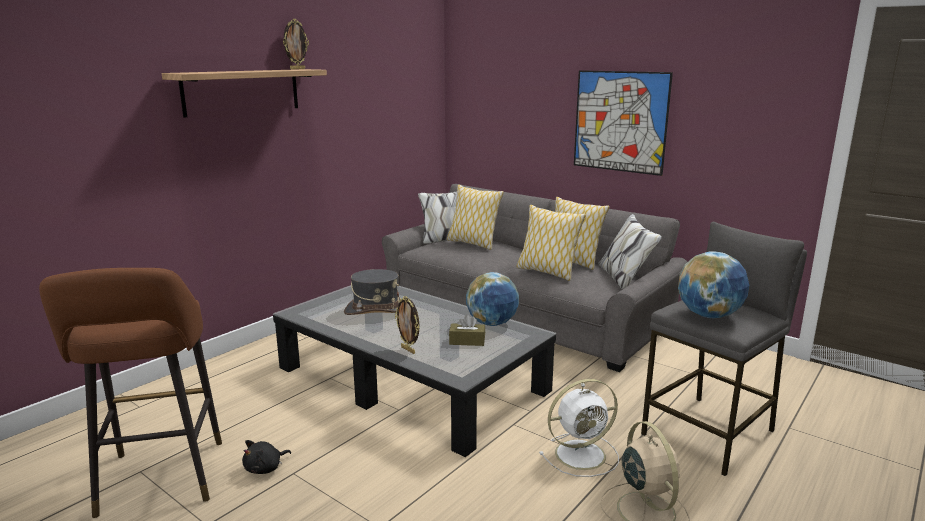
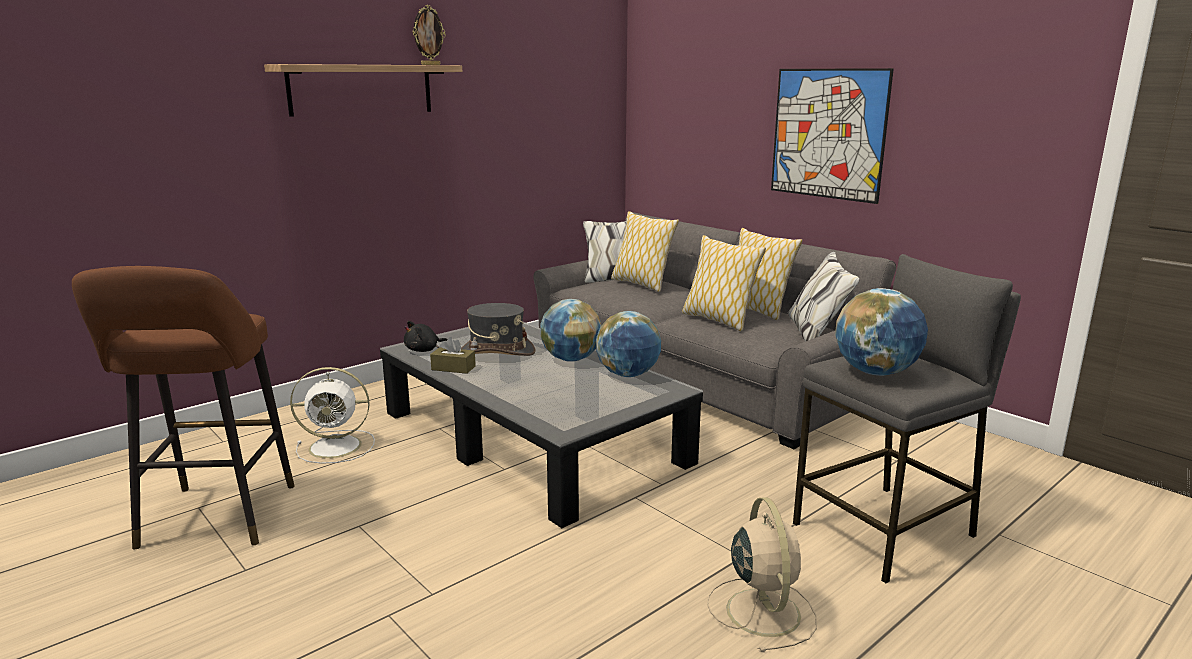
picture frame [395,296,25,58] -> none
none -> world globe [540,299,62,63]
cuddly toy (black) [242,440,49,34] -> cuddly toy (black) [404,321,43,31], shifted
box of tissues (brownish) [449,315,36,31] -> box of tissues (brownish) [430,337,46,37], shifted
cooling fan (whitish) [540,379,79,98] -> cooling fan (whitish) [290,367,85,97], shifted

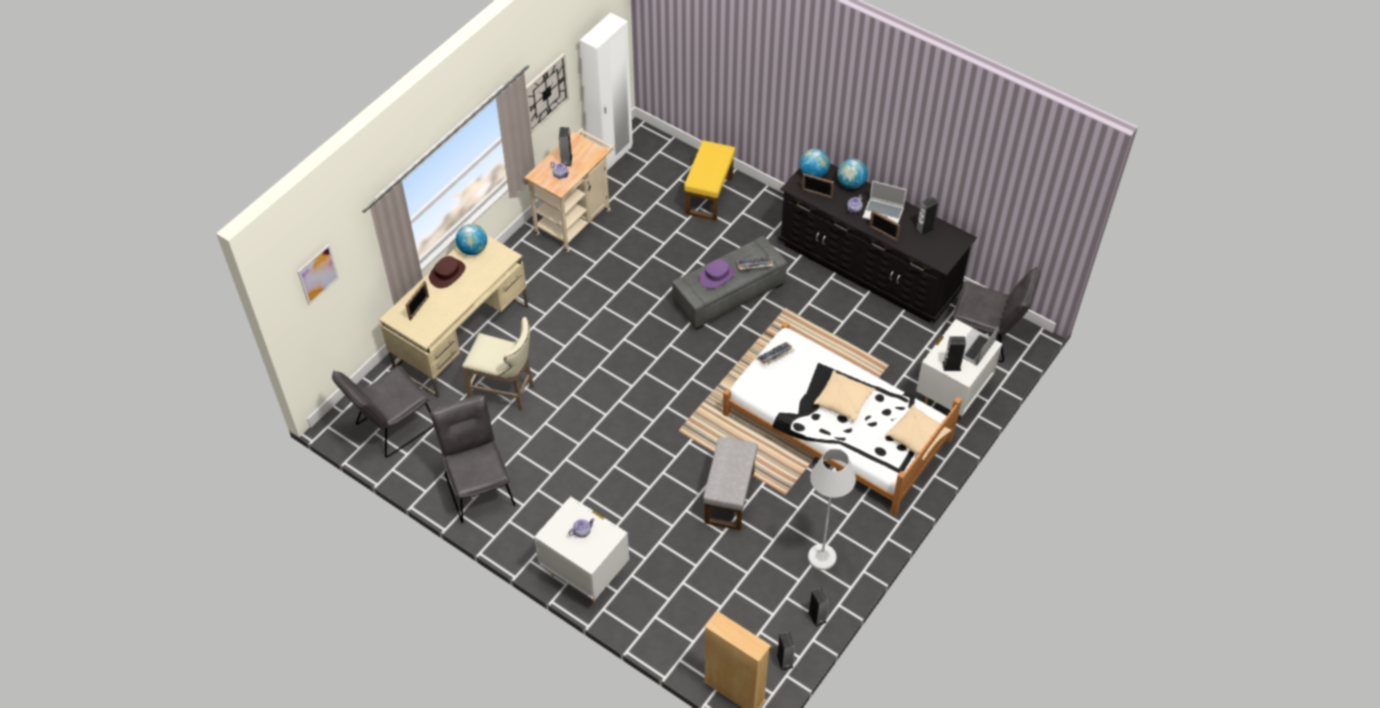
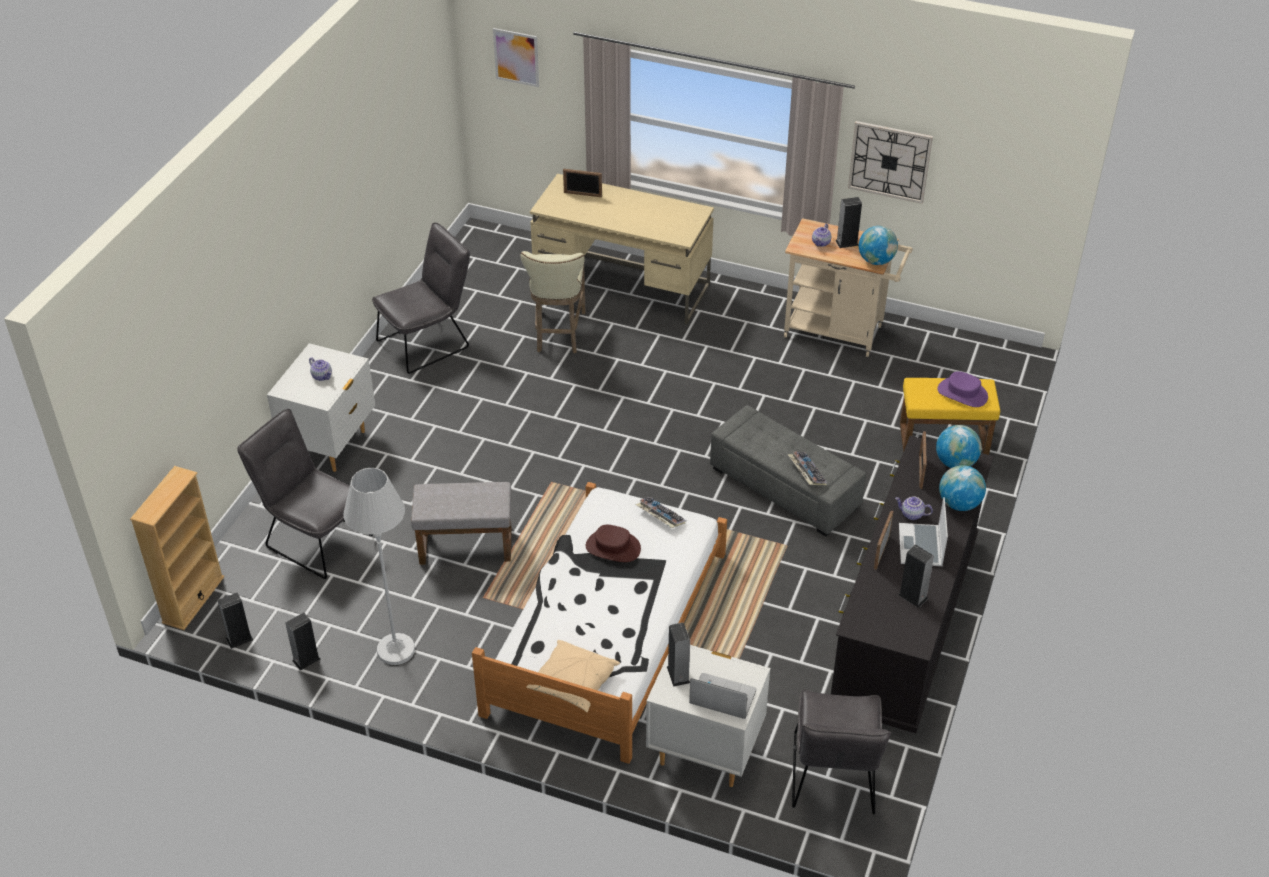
clothes cupboard (whitish) [580,12,53,159] -> none
throw pillow (sand-coloured) [814,370,61,52] -> none
chair (grey) [332,366,102,91] -> chair (grey) [237,409,136,170], shifted
hat (brownish) [429,256,36,32] -> hat (brownish) [586,525,55,37], shifted
world globe [456,224,31,31] -> world globe [859,226,39,39], shifted
hat (purple) [699,259,36,30] -> hat (purple) [937,371,51,36], shifted

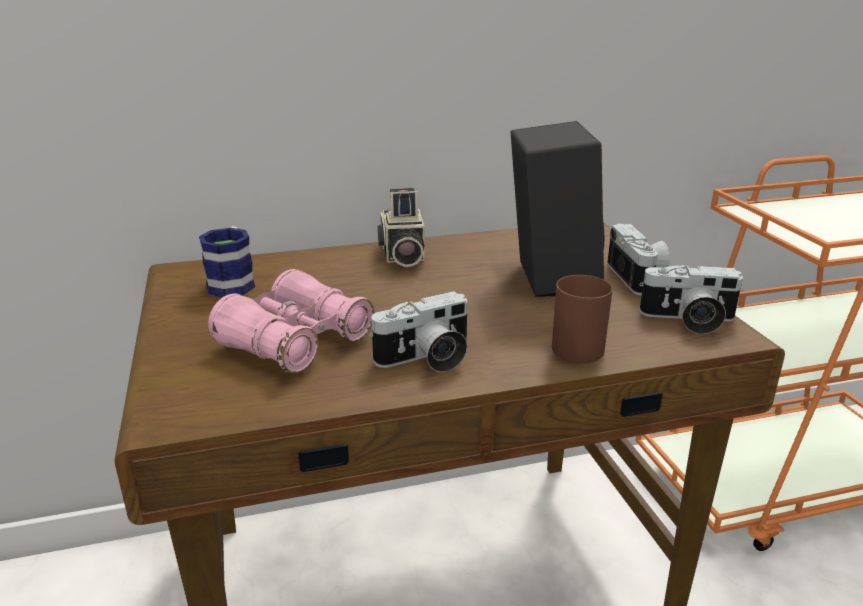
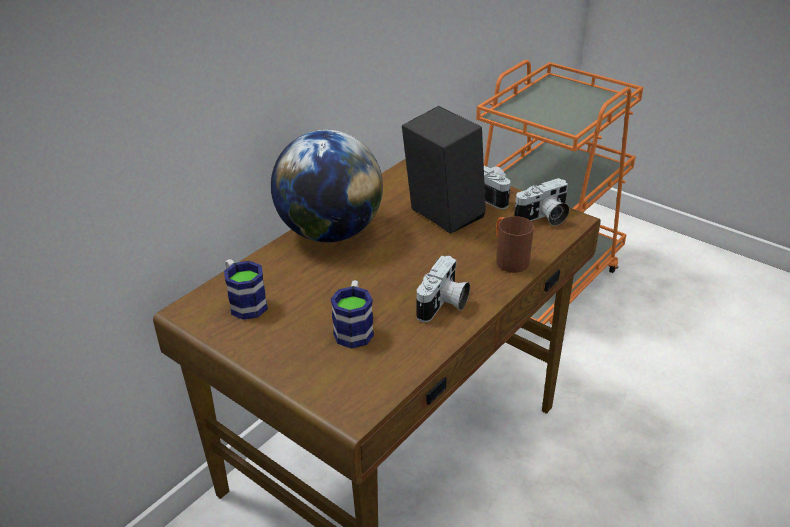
pair of binoculars (pink-coloured) [208,269,166,104] -> mug [331,280,43,69]
still camera [377,188,48,79] -> world globe [271,130,112,112]

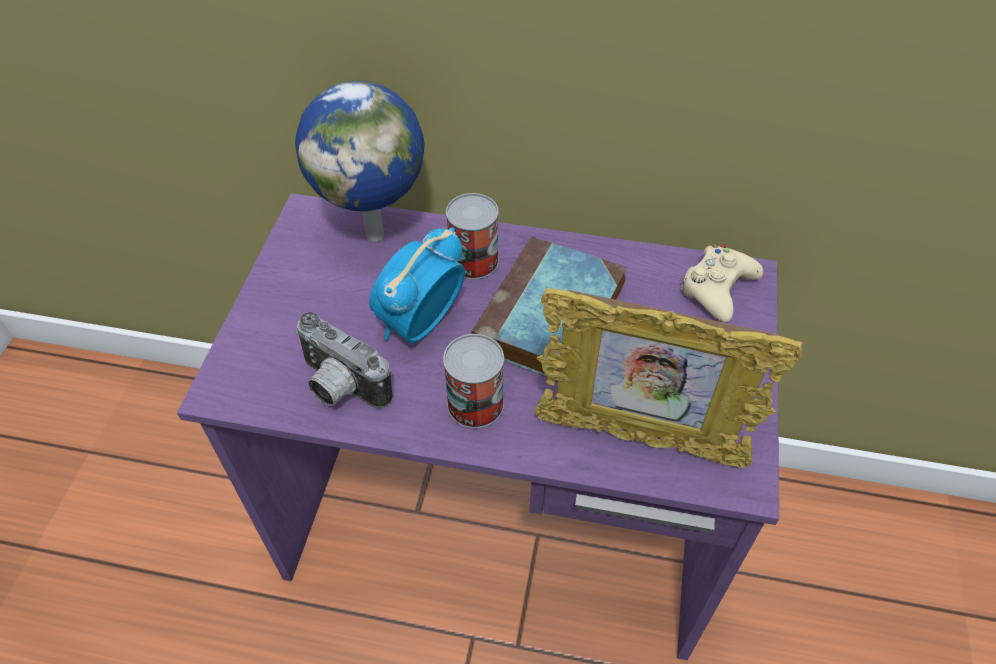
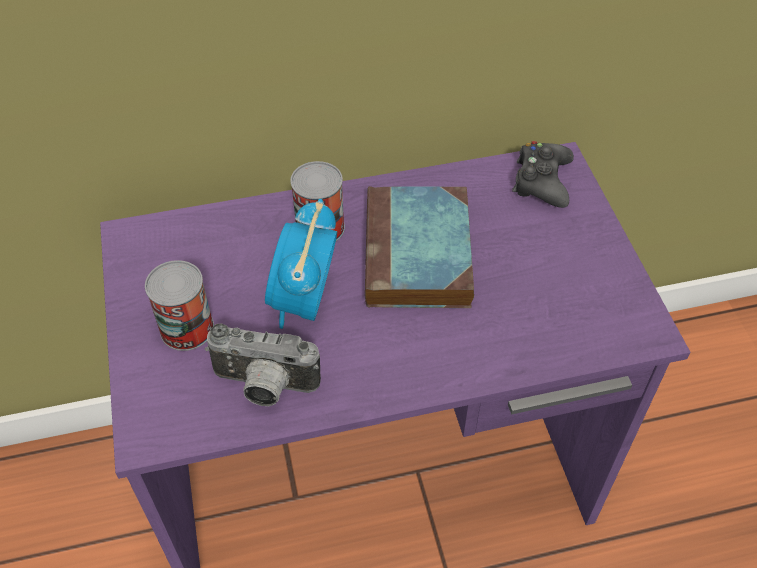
world globe [295,81,129,161] -> none
picture frame [535,288,268,180] -> none
sealed can [443,334,61,95] -> sealed can [145,260,69,91], shifted
gamepad (sand-coloured) [680,244,83,78] -> gamepad (black) [512,141,62,67]

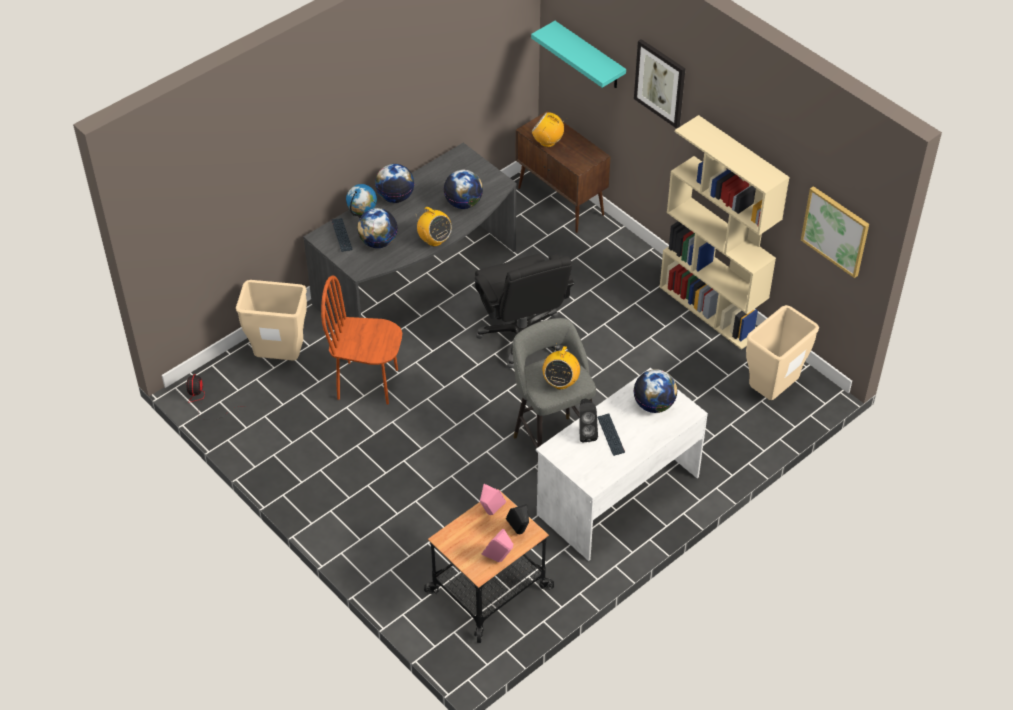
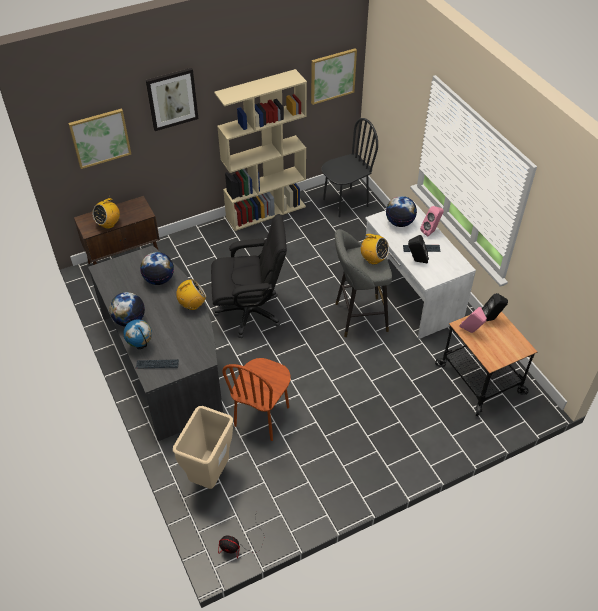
world globe [357,208,41,40] -> none
loudspeaker (pink-coloured) [482,529,32,33] -> loudspeaker (pink-coloured) [420,206,24,30], shifted
shelf (turquoise) [531,21,95,67] -> wall picture [68,109,63,60]
trash can (sand-coloured) [746,305,73,95] -> chair (black) [322,118,56,99]

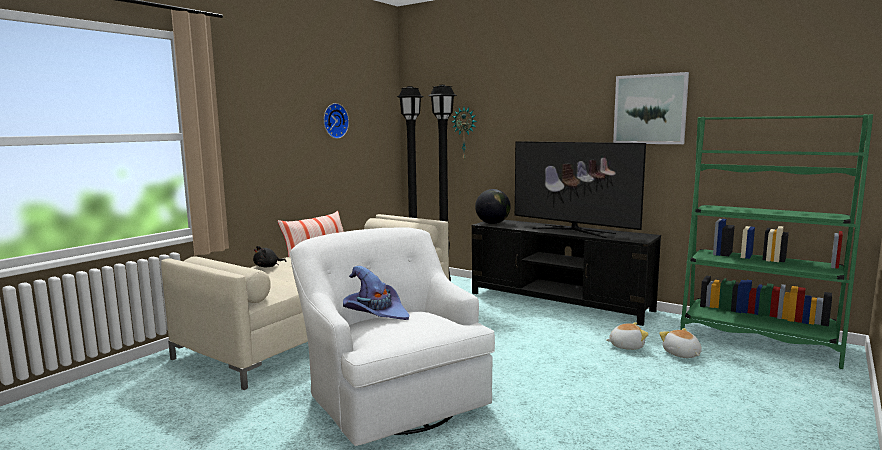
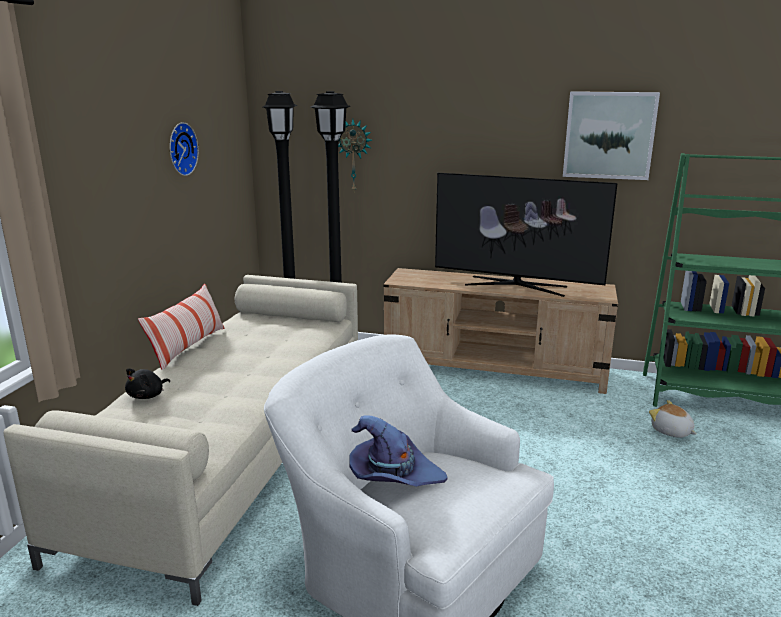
world globe [475,189,35,35] -> none
cuddly toy [606,322,43,28] -> none
tv stand (black) [472,220,189,106] -> tv stand (sand-coloured) [383,268,235,126]

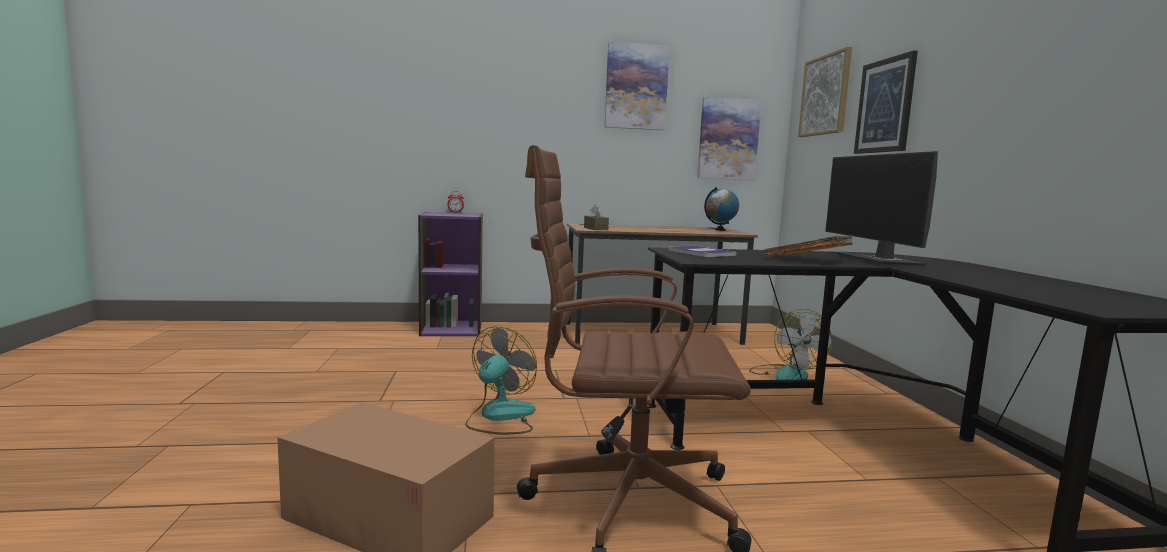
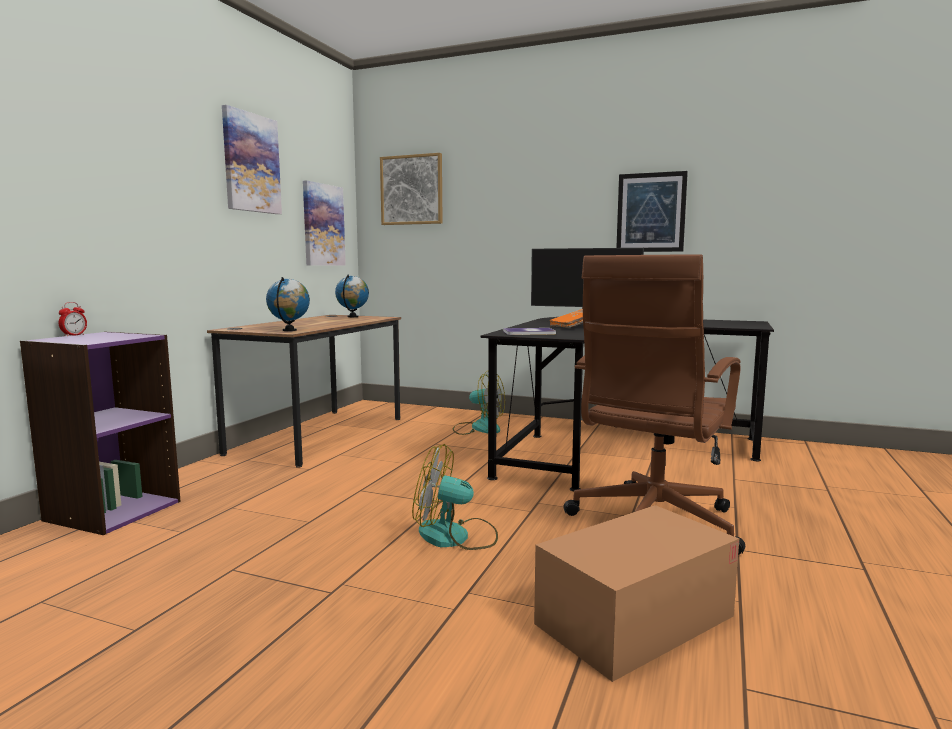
wall picture [854,50,64,104] -> wall picture [616,171,72,81], shifted
box of tissues (brownish) [584,205,25,25] -> world globe [266,277,44,54]
cooling fan [465,326,72,109] -> cooling fan [412,444,86,106], 45 degrees counterclockwise

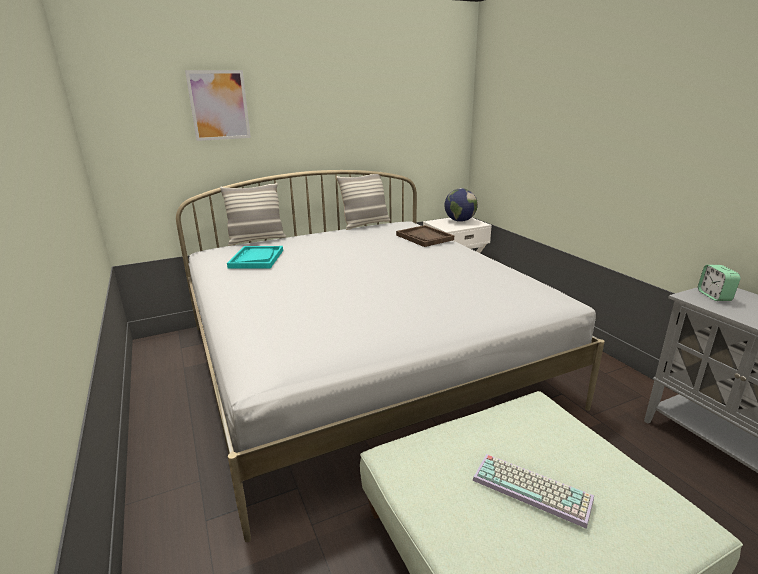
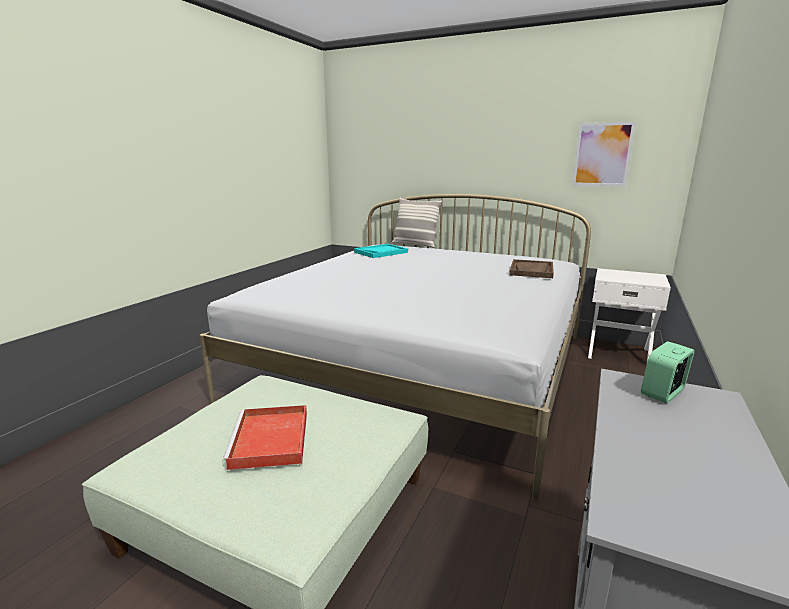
throw pillow [336,174,54,56] -> none
world globe [445,188,33,34] -> none
wall picture [185,70,66,71] -> wall picture [572,122,64,64], shifted
computer keyboard [472,454,122,75] -> carrying tray (reddish) [222,405,85,65]

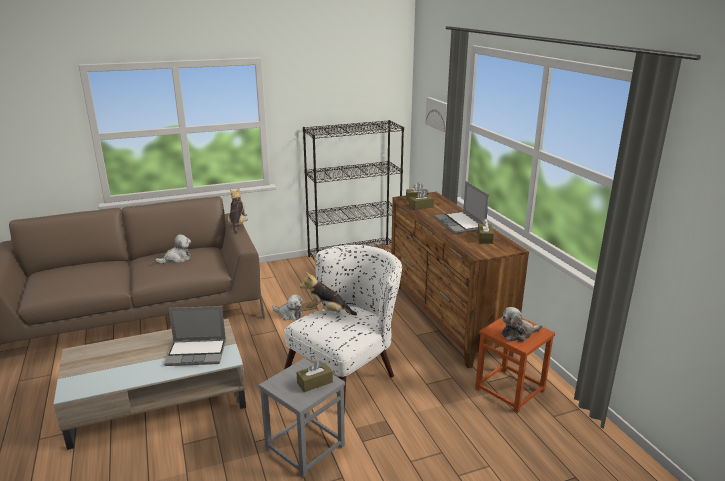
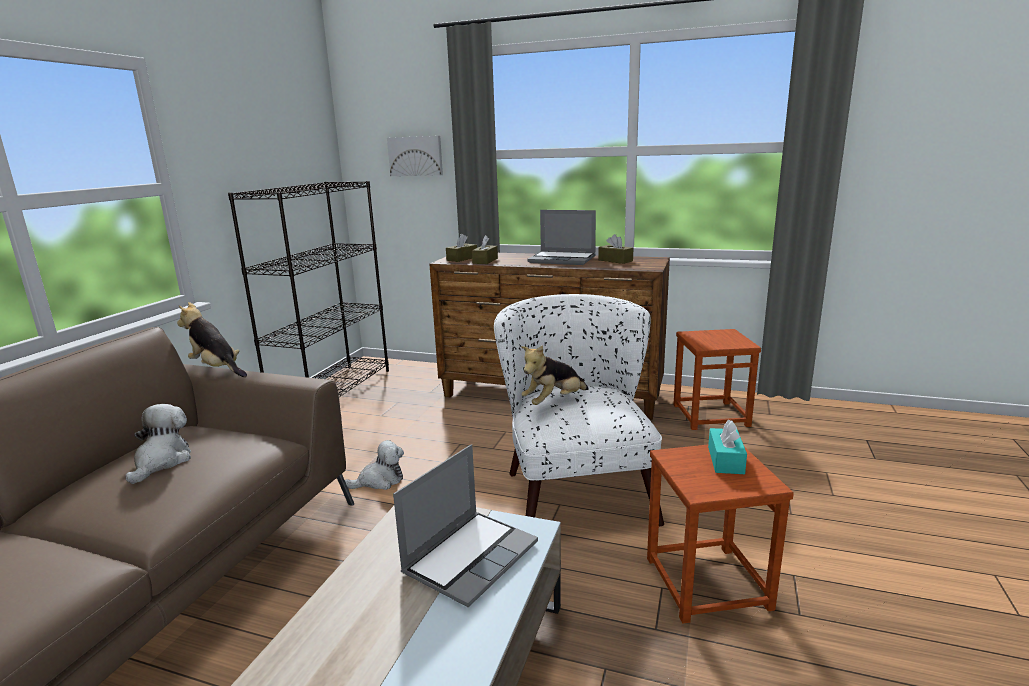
cuddly toy [501,307,42,34] -> none
sitting stool (grey) [259,358,86,120] -> sitting stool (brownish) [647,445,147,178]
box of tissues (brownish) [297,360,36,32] -> box of tissues (turquoise) [708,419,39,55]

